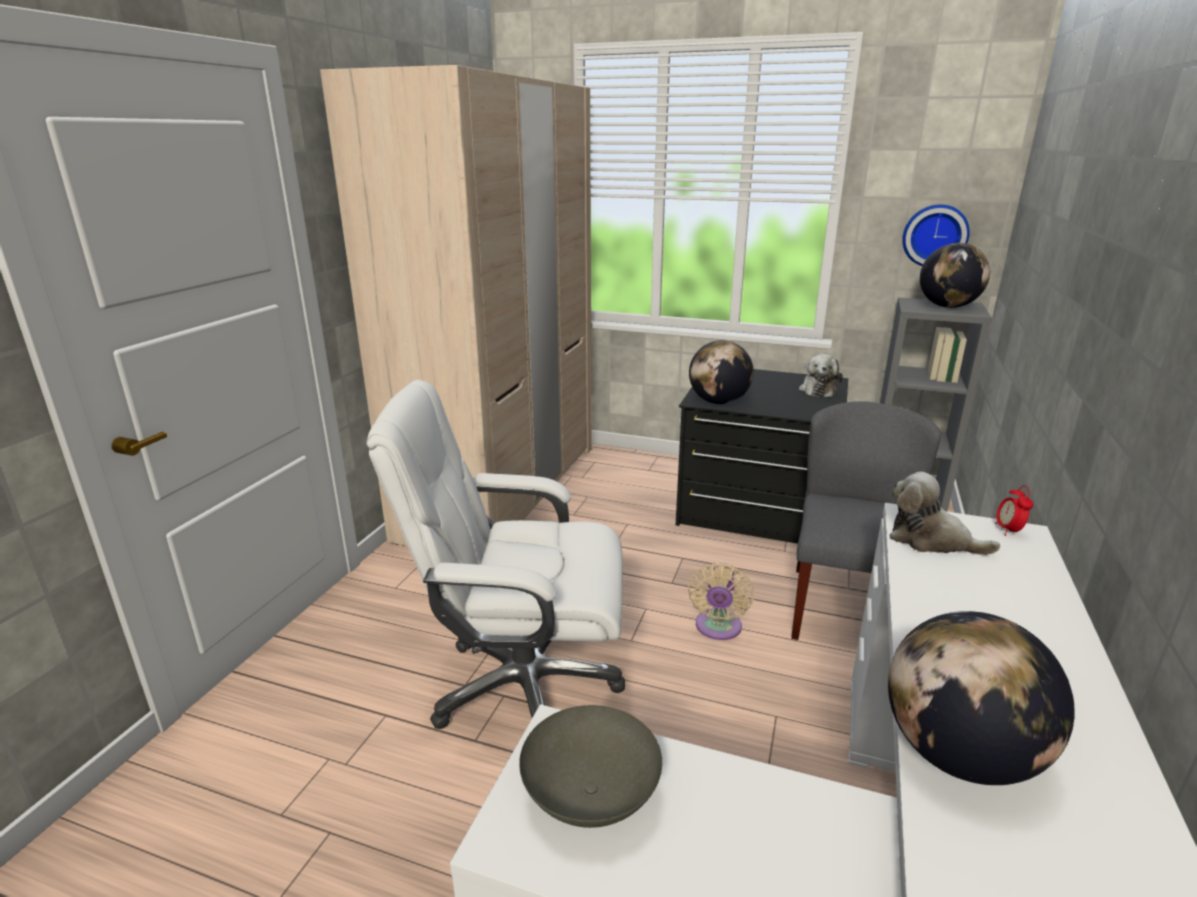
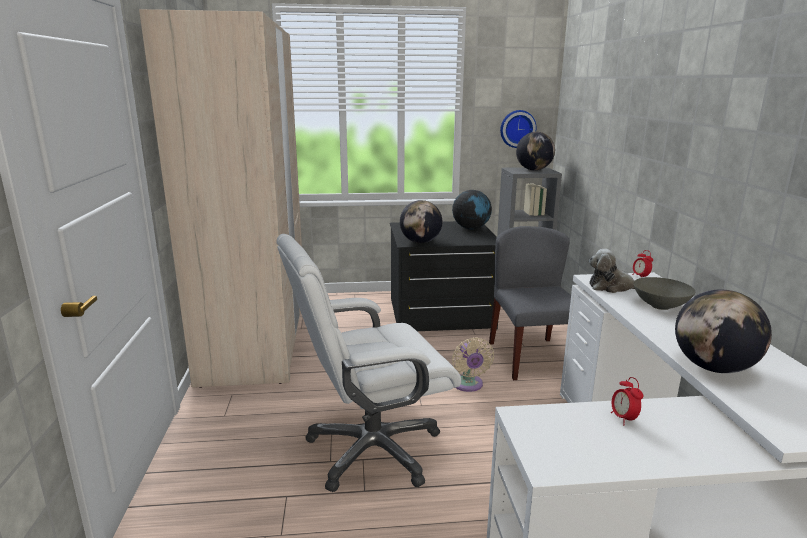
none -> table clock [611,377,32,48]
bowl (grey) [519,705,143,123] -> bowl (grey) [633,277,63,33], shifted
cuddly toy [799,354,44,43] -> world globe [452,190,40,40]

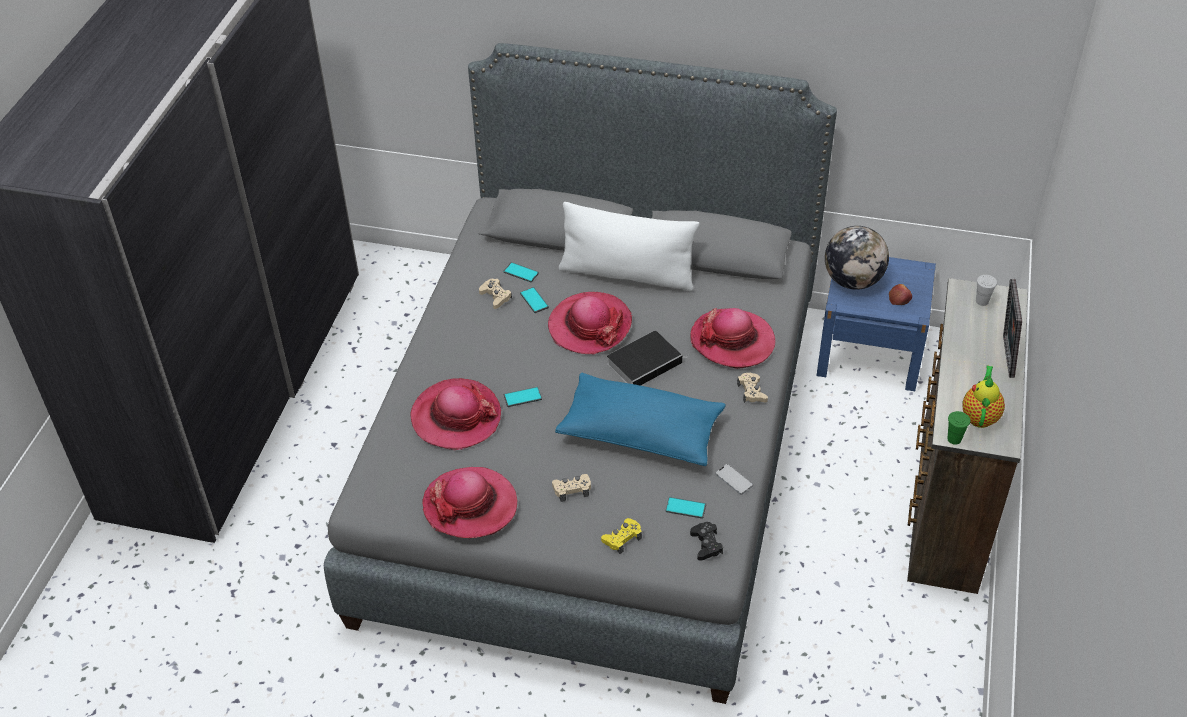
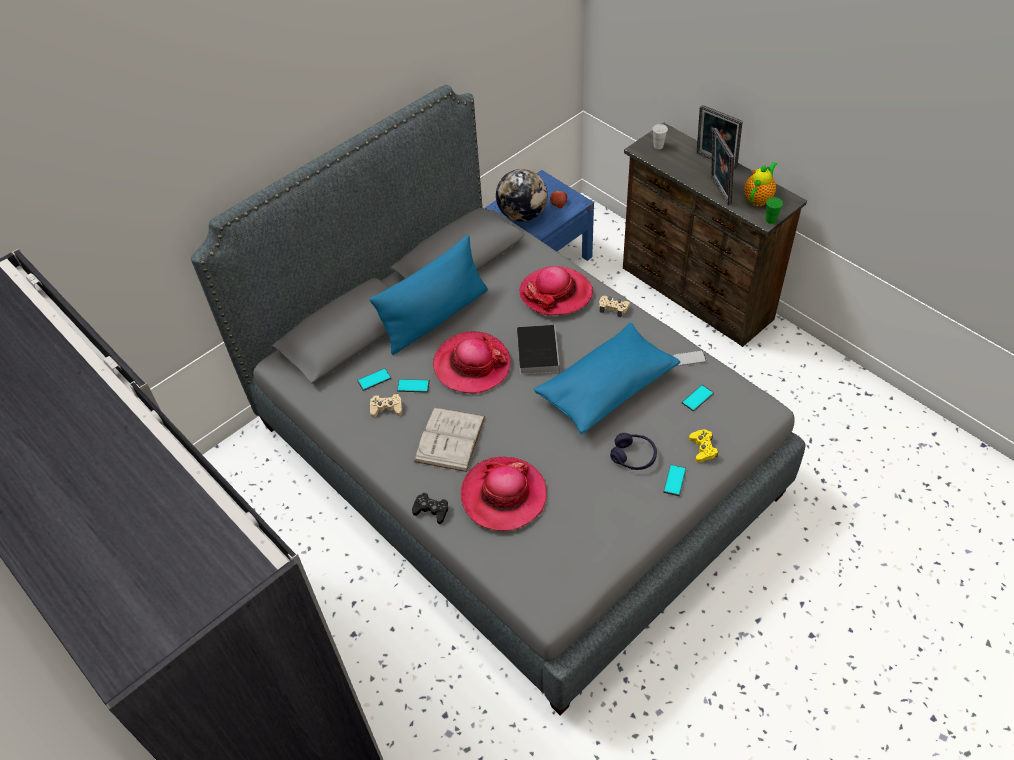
hat [423,467,94,71] -> none
none -> bound book (whitish) [414,407,71,65]
none -> picture frame [711,128,23,77]
handset [504,387,38,20] -> handset [663,464,23,32], shifted
gamepad (black) [690,522,33,39] -> gamepad (black) [412,493,36,31], shifted
gamepad (sand-coloured) [552,474,39,28] -> headphones (purple) [610,433,47,37]
throw pillow (whitish) [559,202,141,90] -> throw pillow (blue) [370,235,118,120]
pot for tea [962,366,43,62] -> pot for tea [744,162,33,44], 75 degrees clockwise

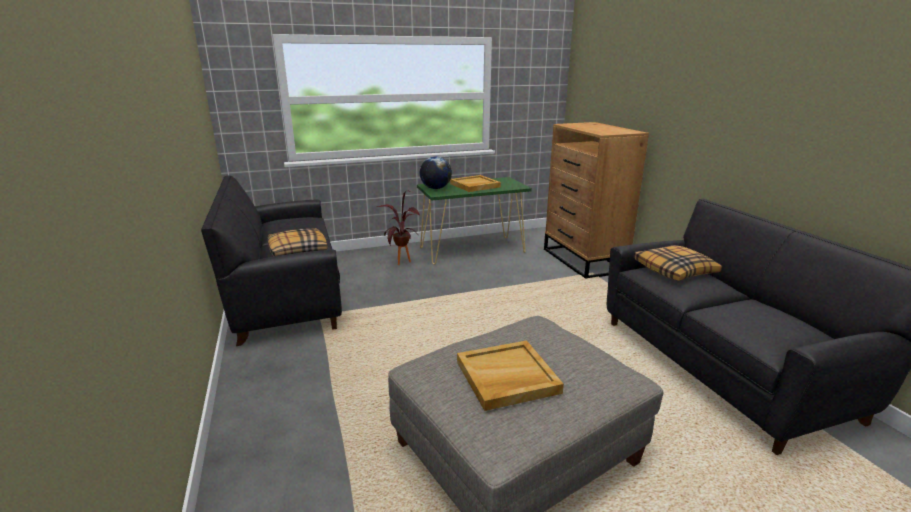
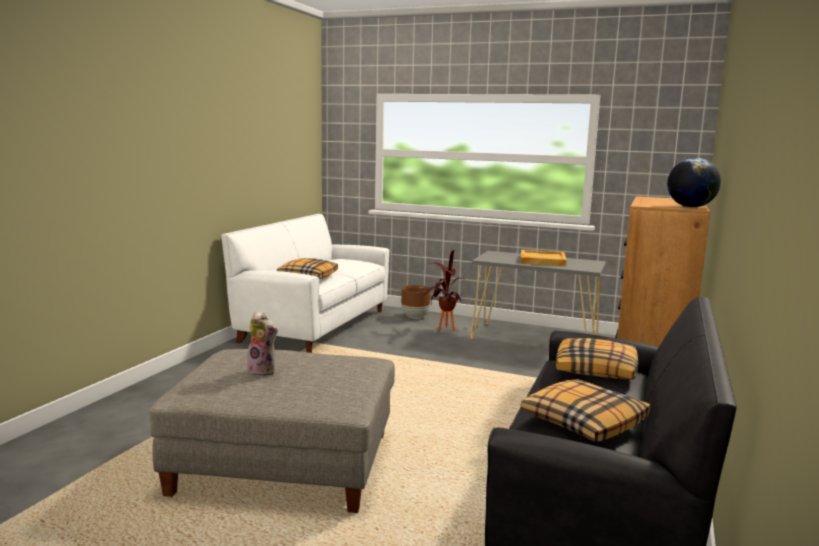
none -> planter (brownish) [401,285,30,33]
none -> throw pillow [520,379,130,63]
world globe [420,156,32,33] -> world globe [667,158,54,49], shifted
carrying tray (sand-coloured) [457,340,107,71] -> cuddly toy [247,311,31,65]
sofa (black) [201,176,141,170] -> sofa (whitish) [221,214,169,139]
narrow table (greenish) [417,177,115,88] -> narrow table (grey) [471,251,135,88]

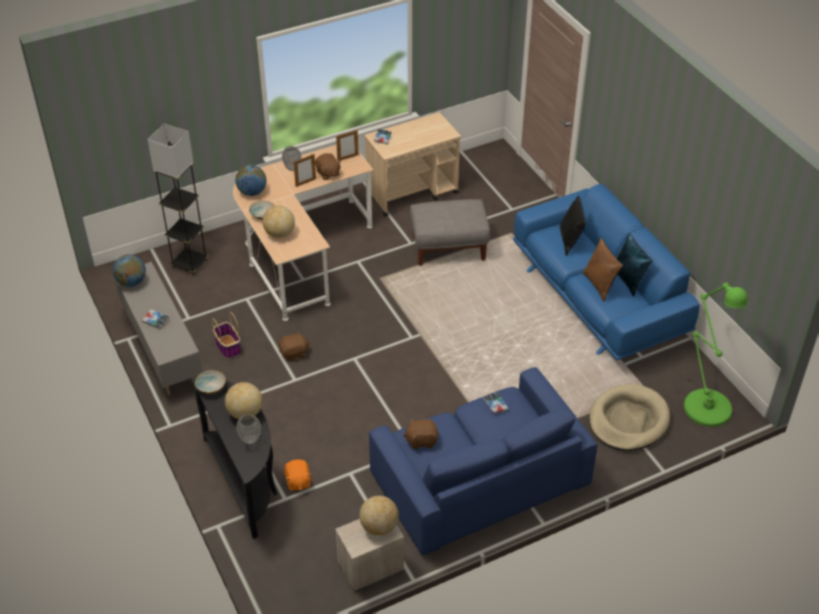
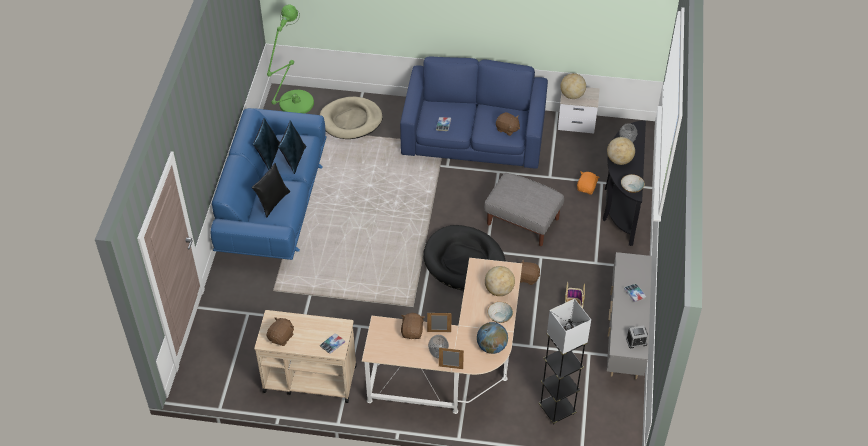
none -> cuddly toy (brownish) [266,317,28,29]
none -> dog bed (black) [423,225,83,66]
picture frame [336,130,23,31] -> picture frame [439,348,25,21], shifted
pouffe (grey) [410,199,80,67] -> pouffe (grey) [484,173,80,73], shifted
world globe [113,254,33,33] -> table clock [626,326,22,22]
throw pillow (brownish) [582,238,41,64] -> throw pillow (blue) [278,120,29,54]

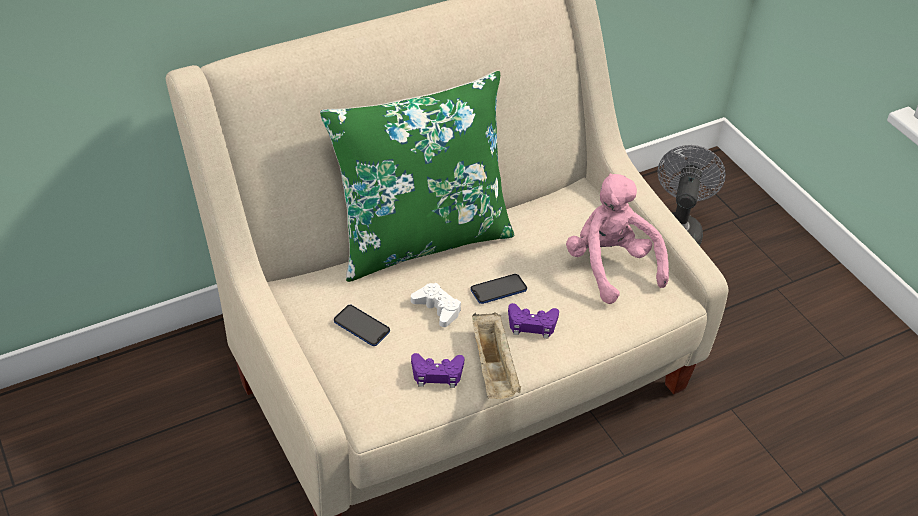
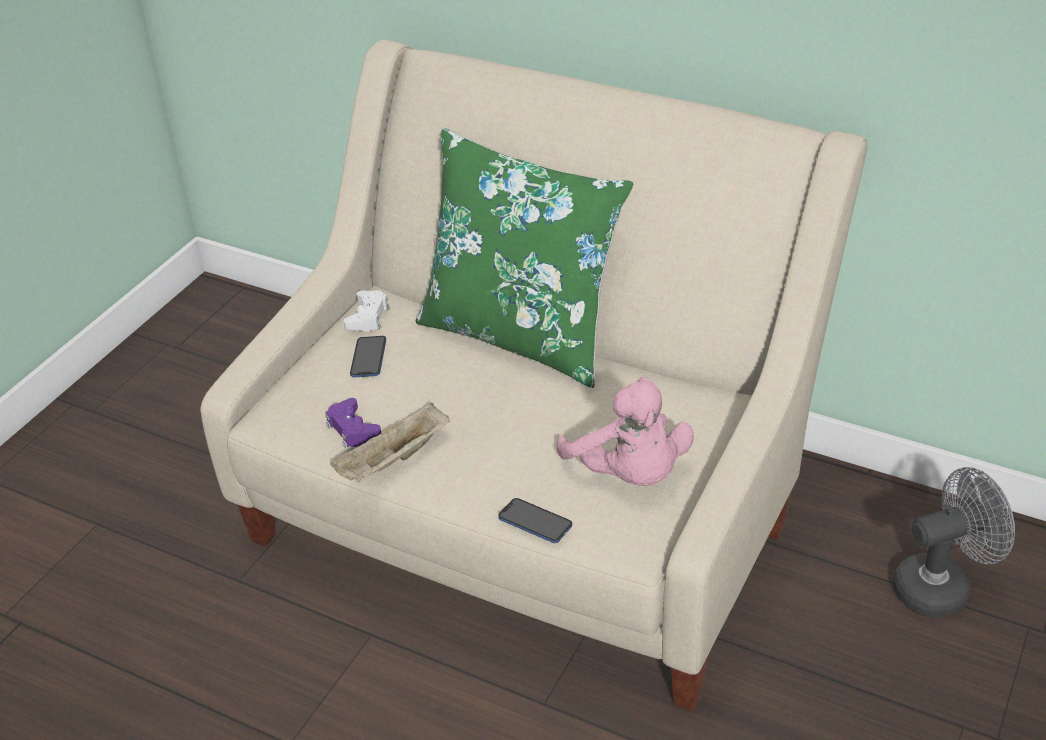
gamepad (purple) [508,303,51,36] -> none
gamepad (whitish) [411,283,50,44] -> gamepad (whitish) [344,290,46,41], shifted
handset [471,274,56,30] -> handset [498,498,74,45], shifted
cuddly toy (pink-coloured) [566,173,103,131] -> cuddly toy (pink-coloured) [557,377,137,109], 120 degrees clockwise

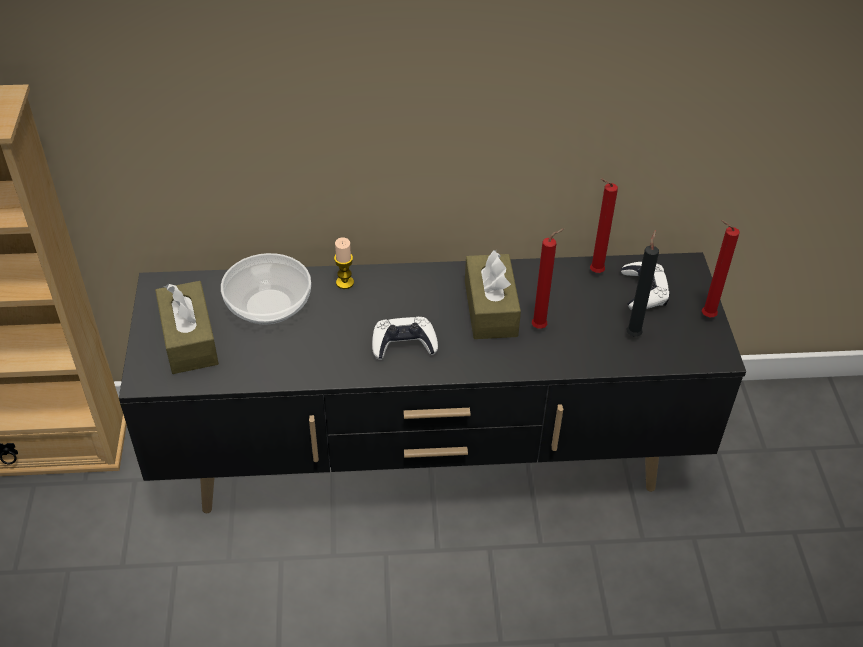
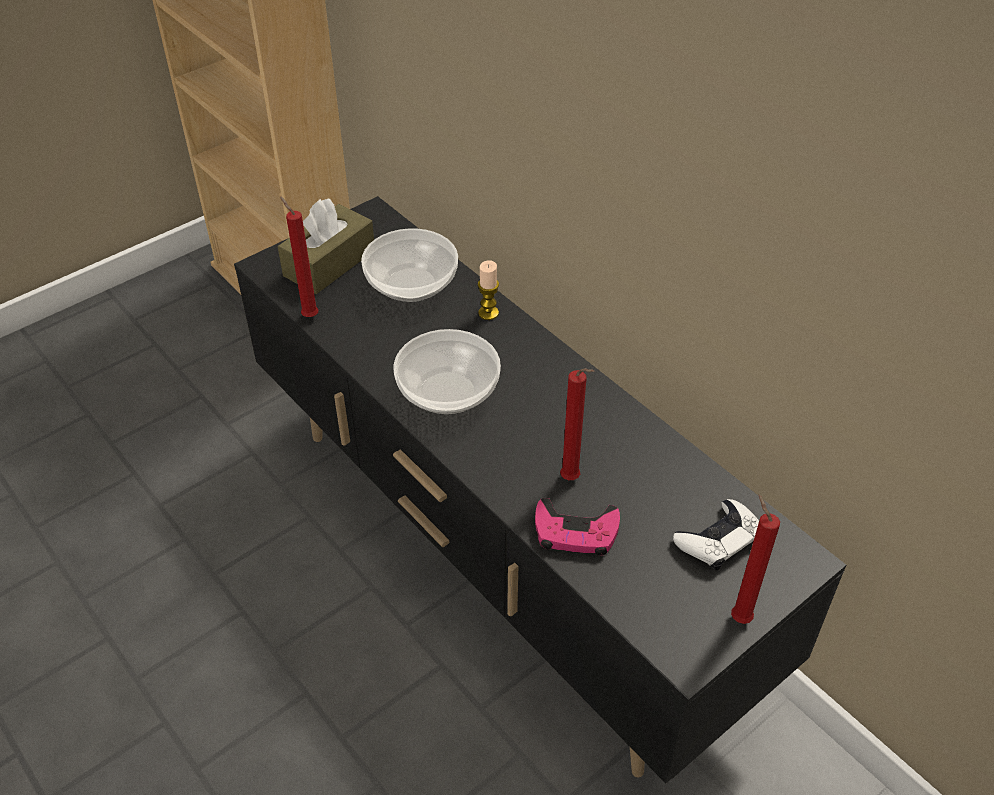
box of tissues (brownish) [465,250,56,89] -> none
wax candle (black) [627,230,32,107] -> none
none -> gamepad (pink-coloured) [535,498,85,58]
wax candle (reddish) [590,179,28,94] -> wax candle (reddish) [280,196,38,121], shifted
gamepad (whitish) [372,317,66,43] -> bowl [394,329,107,85]

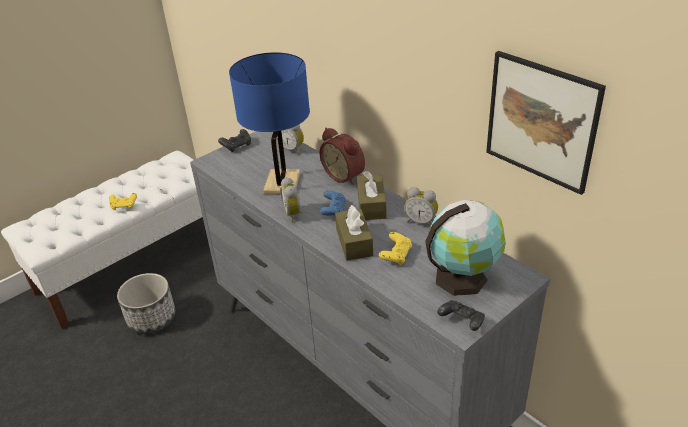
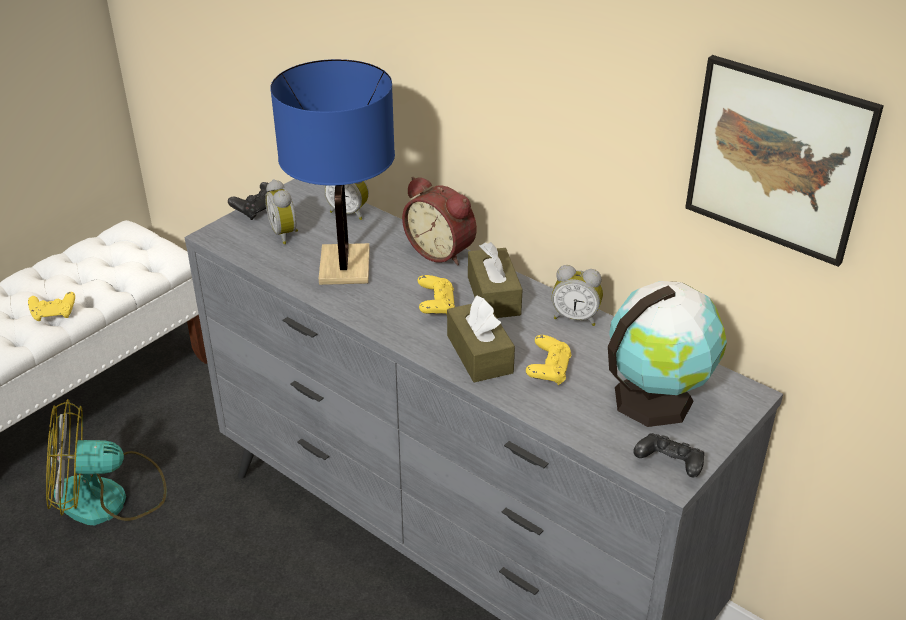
table clock [280,177,23,46] -> table clock [265,179,33,65], shifted
planter [117,273,59,61] -> cooling fan [46,399,121,126]
gamepad (blue) [320,190,26,25] -> gamepad (yellow-coloured) [418,275,37,40]

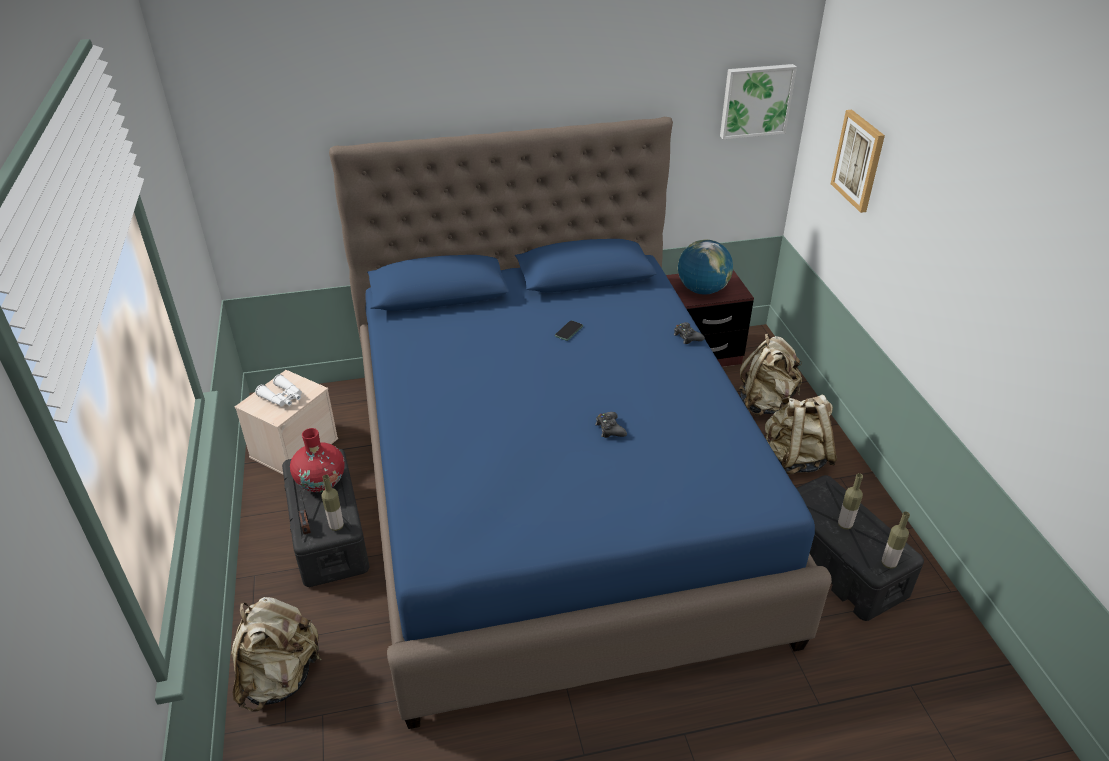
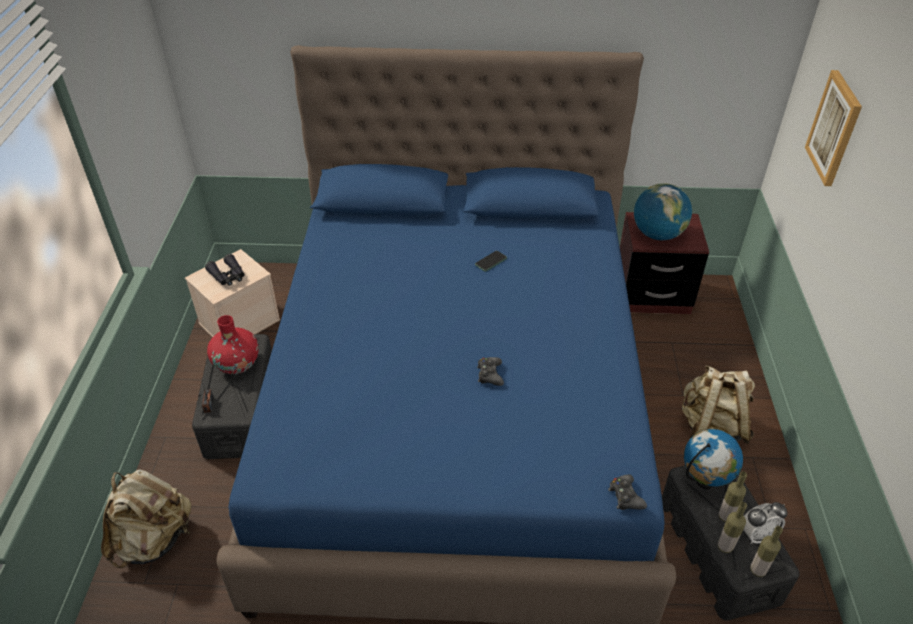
wall picture [720,64,77,75] -> none
rucksack (sand-coloured) [739,334,63,82] -> none
none -> world globe [684,429,59,60]
none -> table clock [743,502,45,42]
bottle [321,475,23,56] -> bottle [718,502,29,51], shifted
gamepad (black) [674,322,31,22] -> gamepad (black) [608,474,39,36], shifted
pair of binoculars (whitish) [255,374,47,32] -> pair of binoculars (black) [205,254,40,32]

